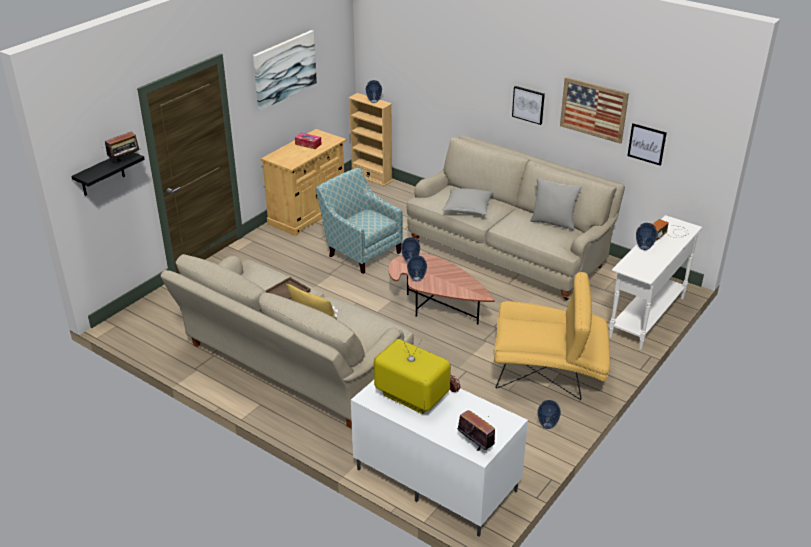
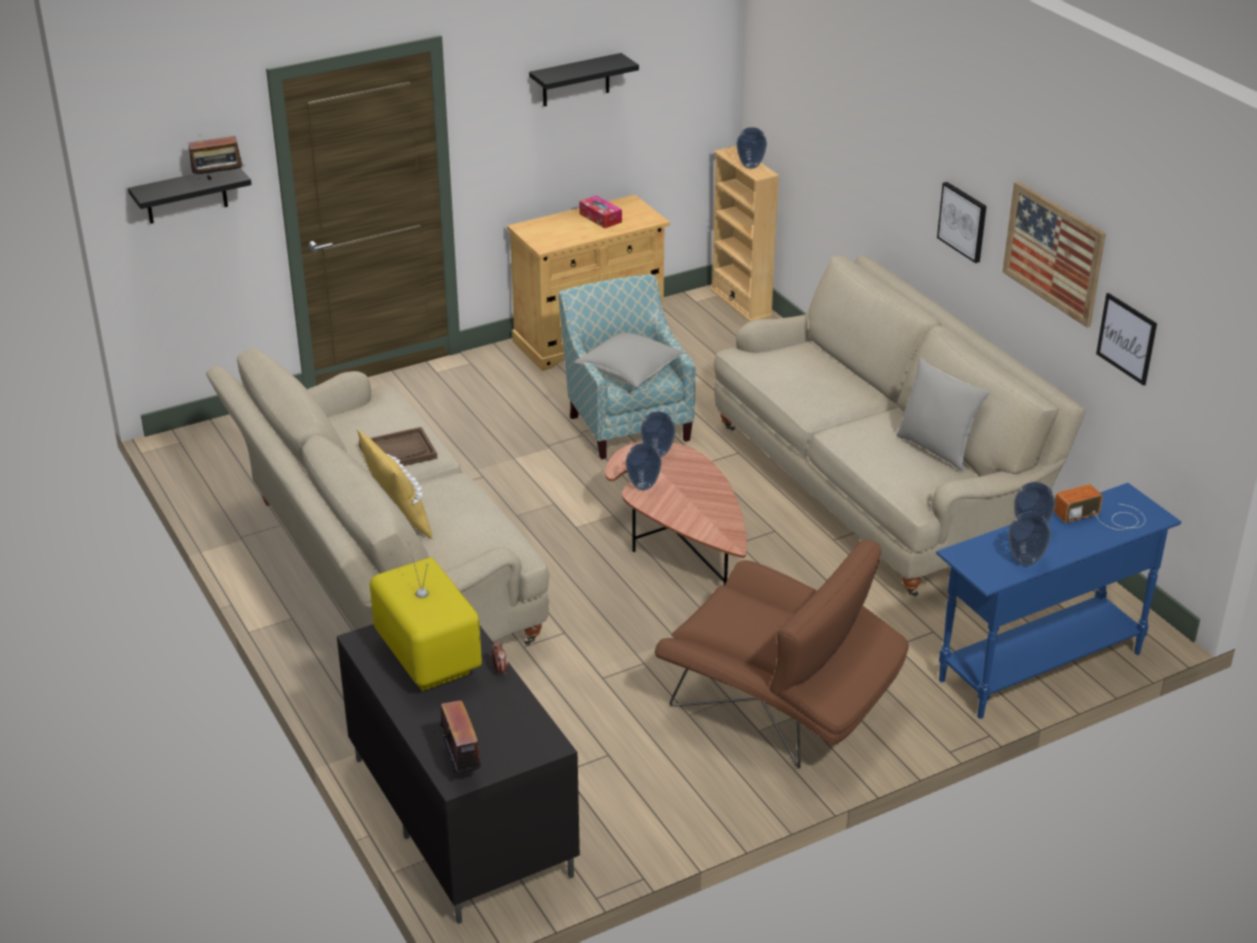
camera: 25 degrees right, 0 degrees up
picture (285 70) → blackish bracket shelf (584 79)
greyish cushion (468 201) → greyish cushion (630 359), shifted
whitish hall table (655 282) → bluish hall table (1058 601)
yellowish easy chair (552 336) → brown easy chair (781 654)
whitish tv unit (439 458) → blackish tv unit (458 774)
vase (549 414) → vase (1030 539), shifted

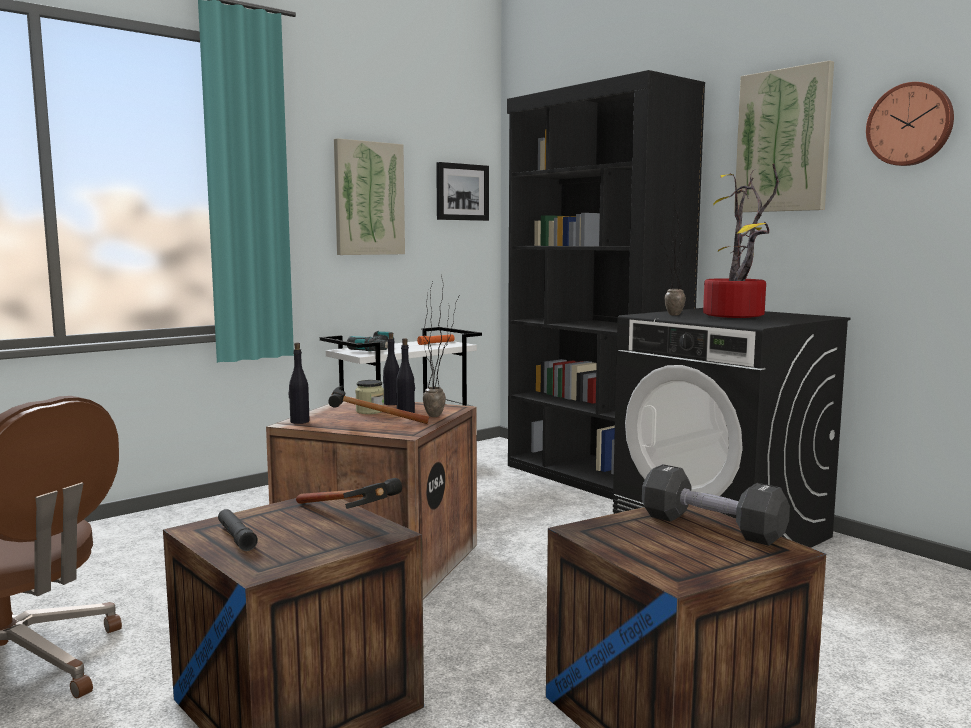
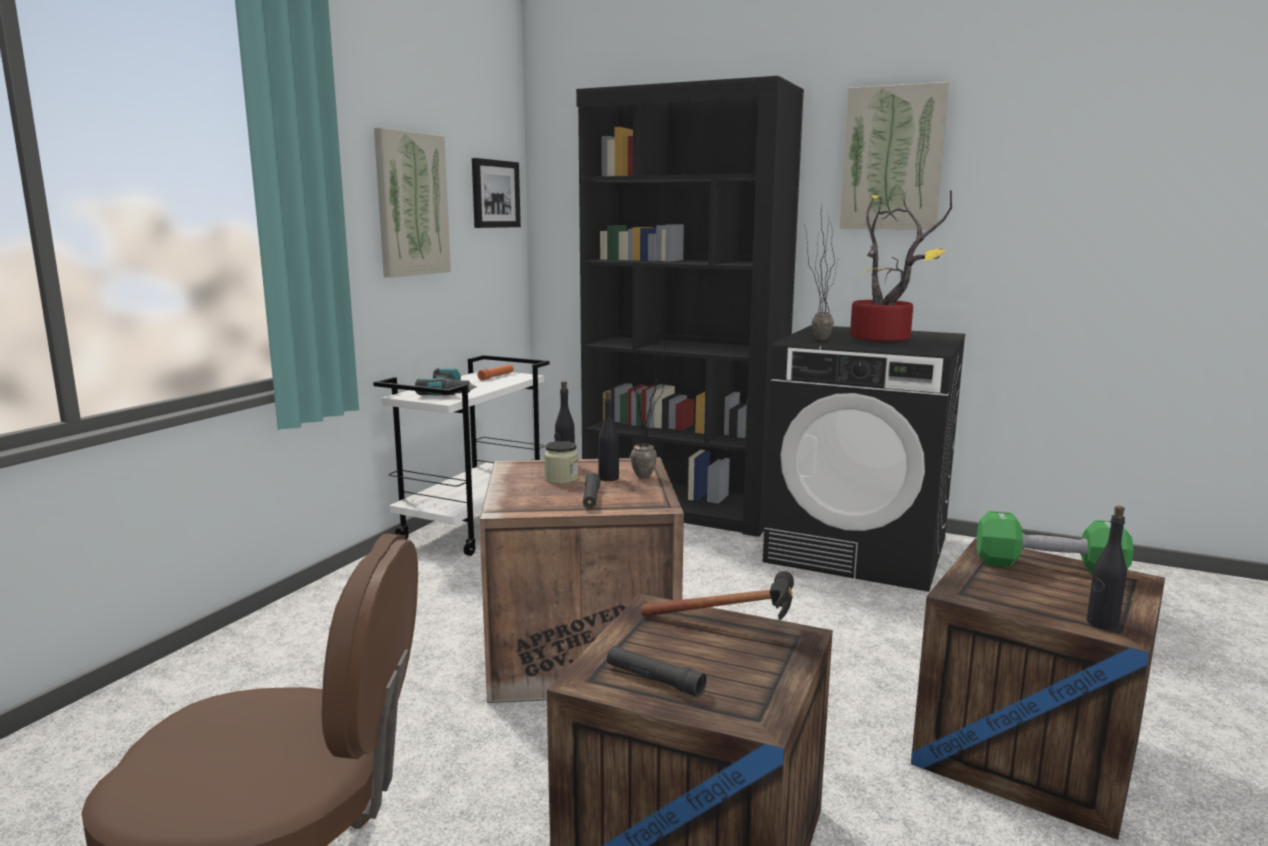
camera: 25 degrees left, 5 degrees up
clock on the wall (910 124) → -
blackish drink bottle (299 383) → blackish drink bottle (1107 568), shifted
hand hammer (378 405) → blackish torch (592 491)
blackish hand weight (716 505) → green hand weight (1055 543)

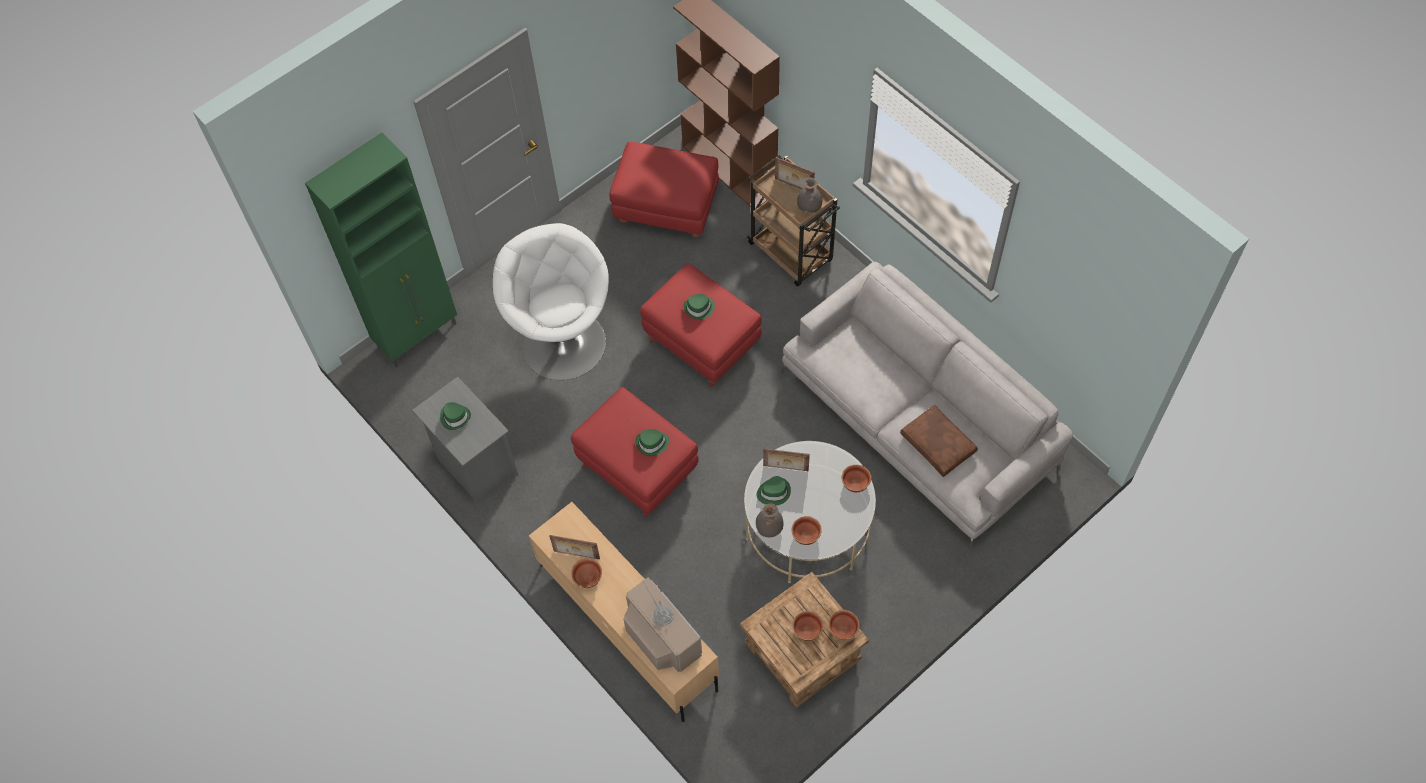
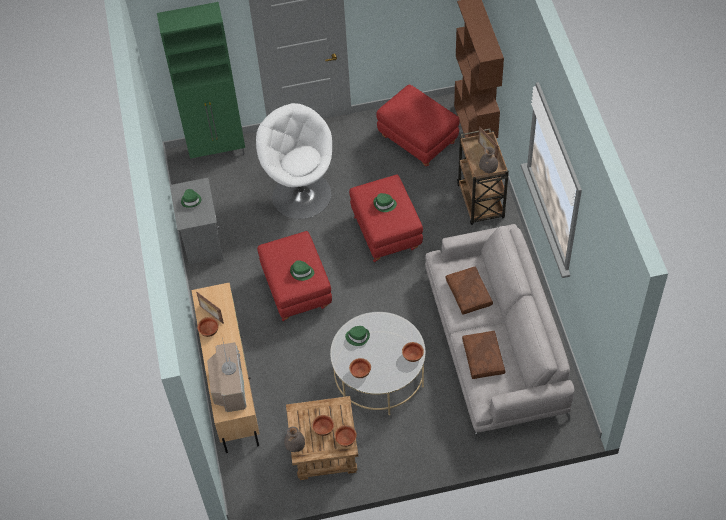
camera: 30 degrees right, 5 degrees down
whitish easy chair (550 301) → whitish easy chair (294 161), 45 degrees counterclockwise
picture frame (786 459) → -
greyish vase (770 520) → greyish vase (294 439), shifted
- → brown cushion (469 290)

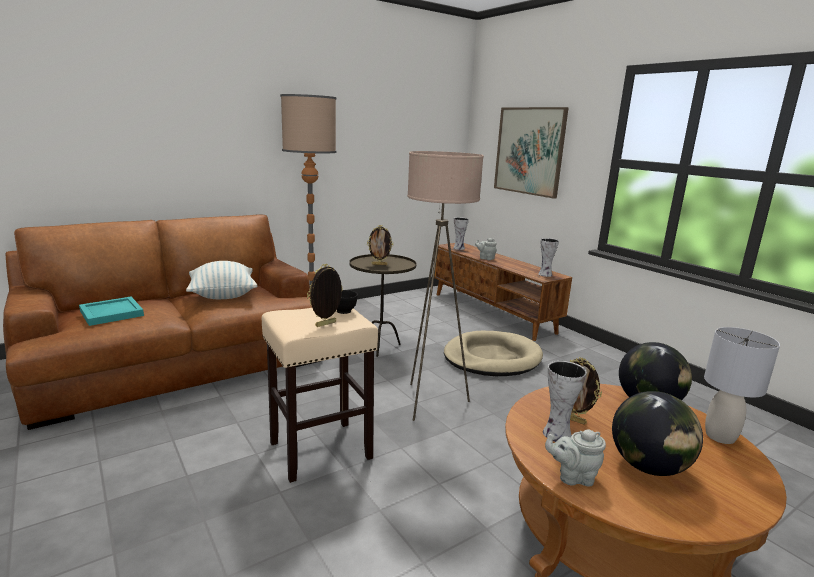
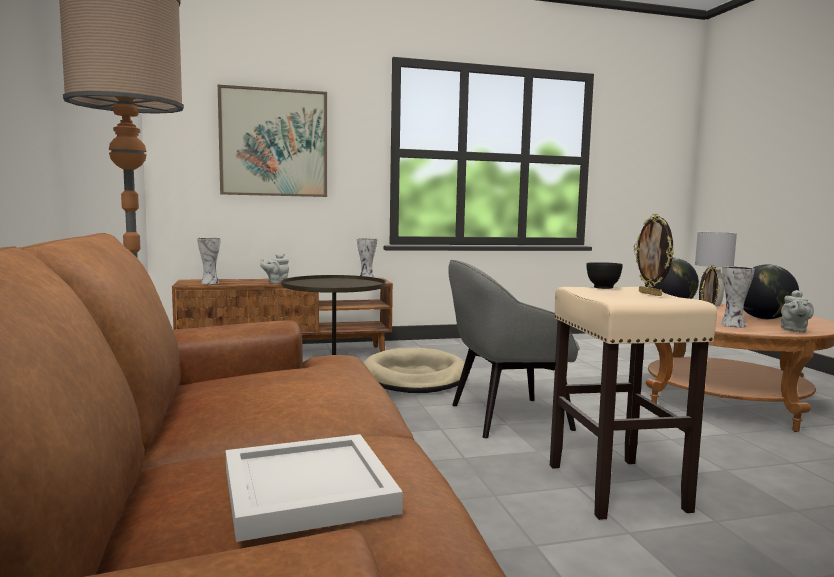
camera: 70 degrees left, 10 degrees down
sand-coloured standing lamp (445 286) → greyish easy chair (514 349)
picture frame (380 245) → -
cushion (221 280) → -
turquoise-coloured carrying tray (111 311) → whitish carrying tray (314 488)

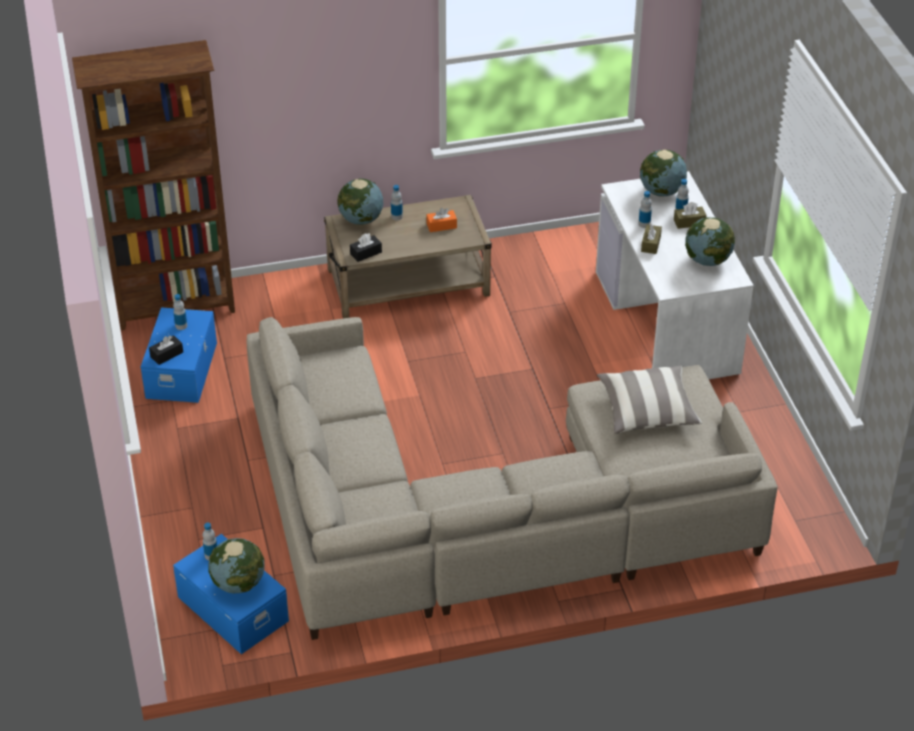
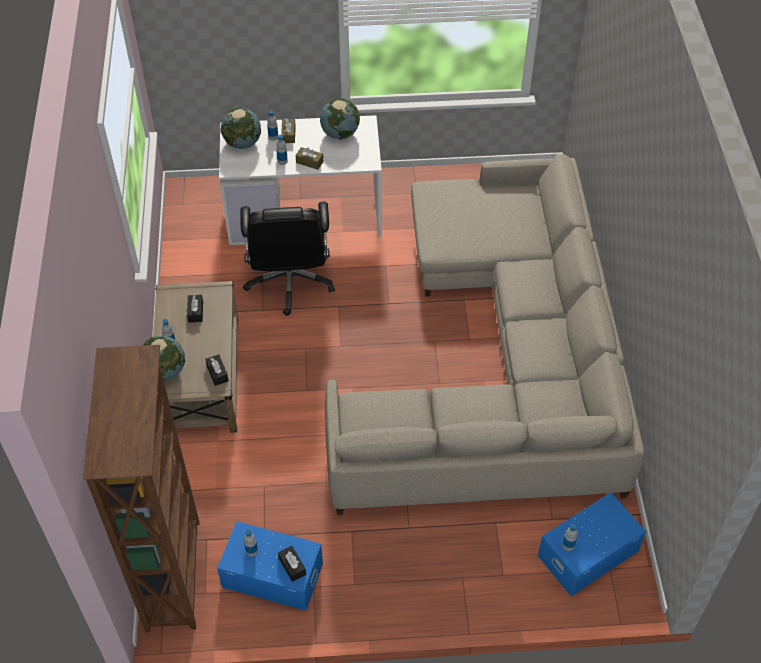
camera: 80 degrees left, 10 degrees up
orangey tissue holder (441 220) → blackish tissue holder (195 309)
cushion (649 400) → -
globe (236 565) → -
- → blackish computer chair (287 259)

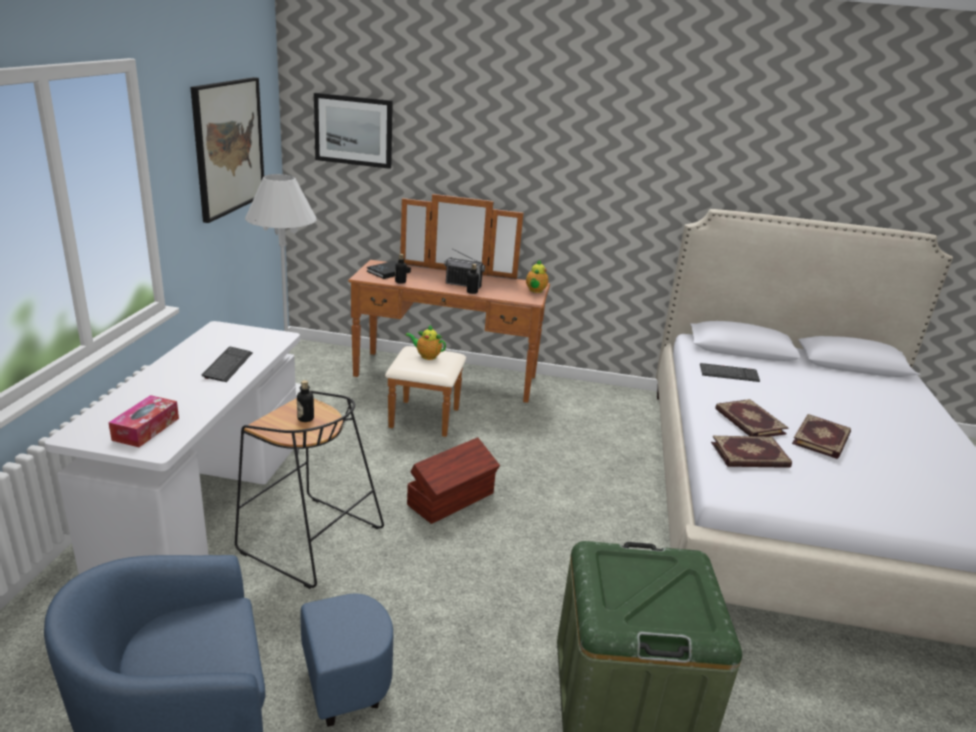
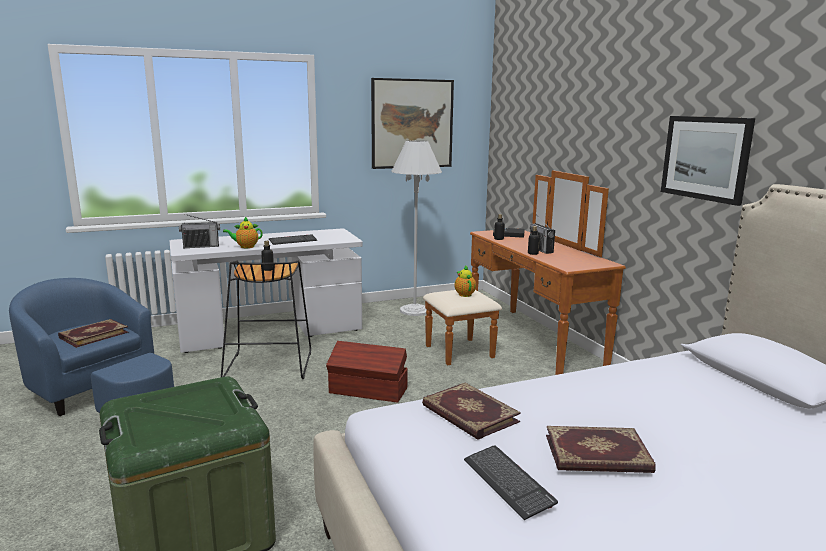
camera: 60 degrees right, 10 degrees down
picture (353 131) → picture (708 161), shifted
pot for tea (537 276) → pot for tea (243 232), shifted
keyboard (730 372) → keyboard (511 482), shifted
tissue holder (143 421) → radio set (199 231)
volume (751 418) → volume (93 333), shifted

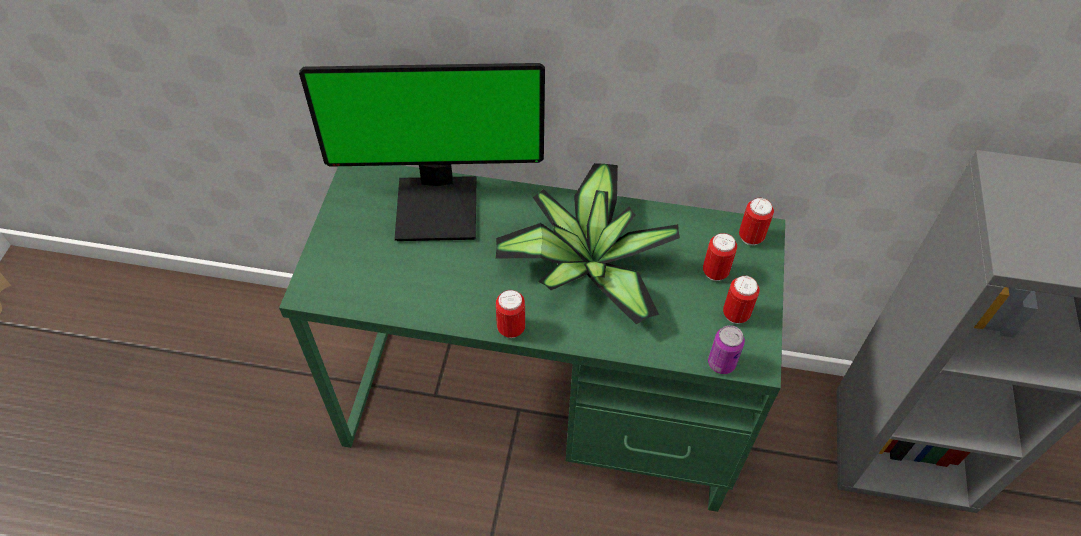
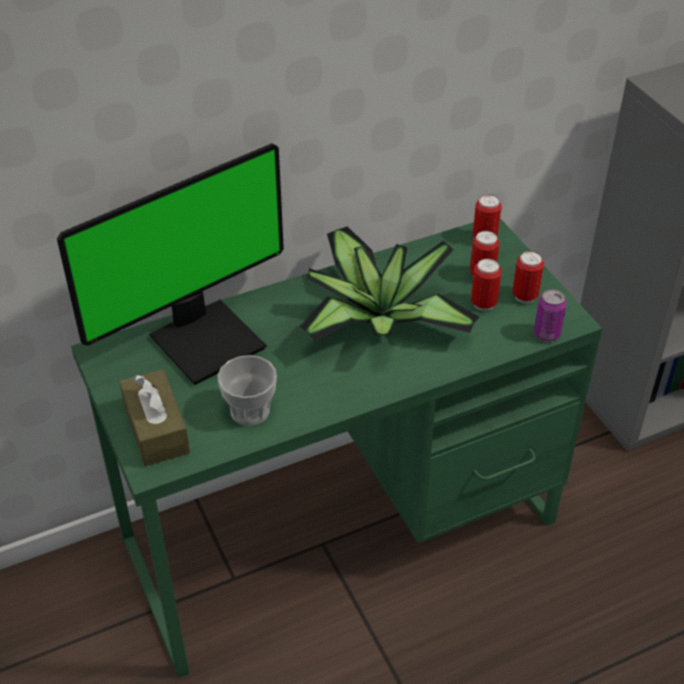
camera: 35 degrees left, 10 degrees down
can (510 314) → can (486 284), shifted
- → small cup (247 390)
- → brown tissue holder (154 417)

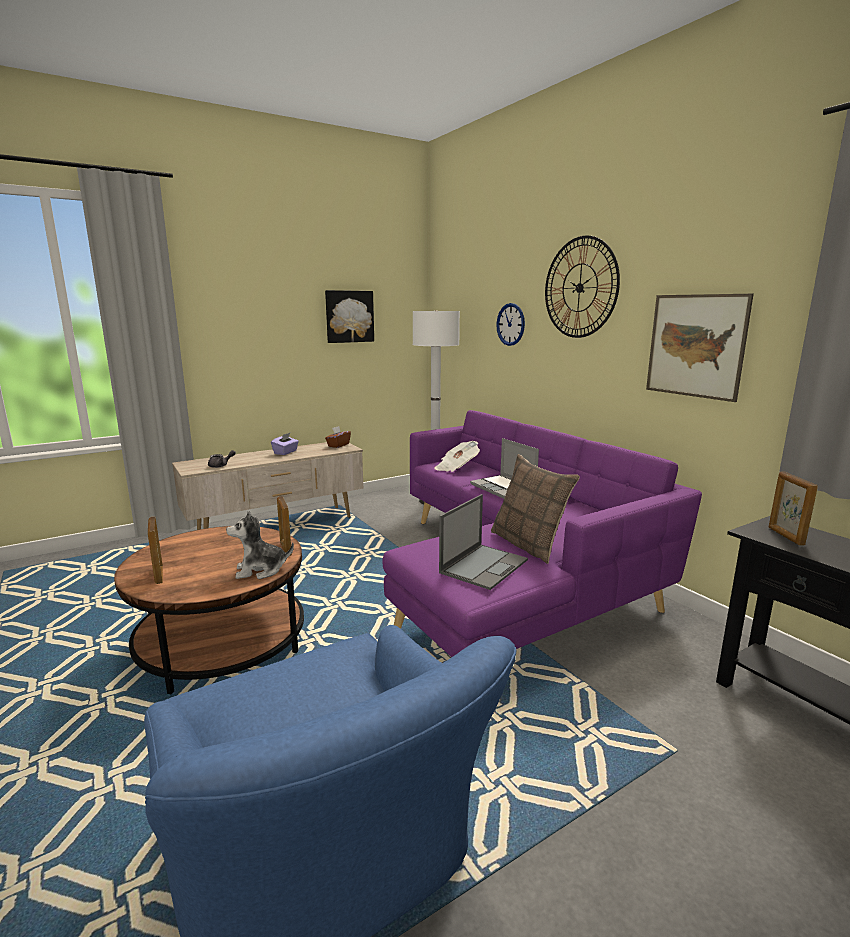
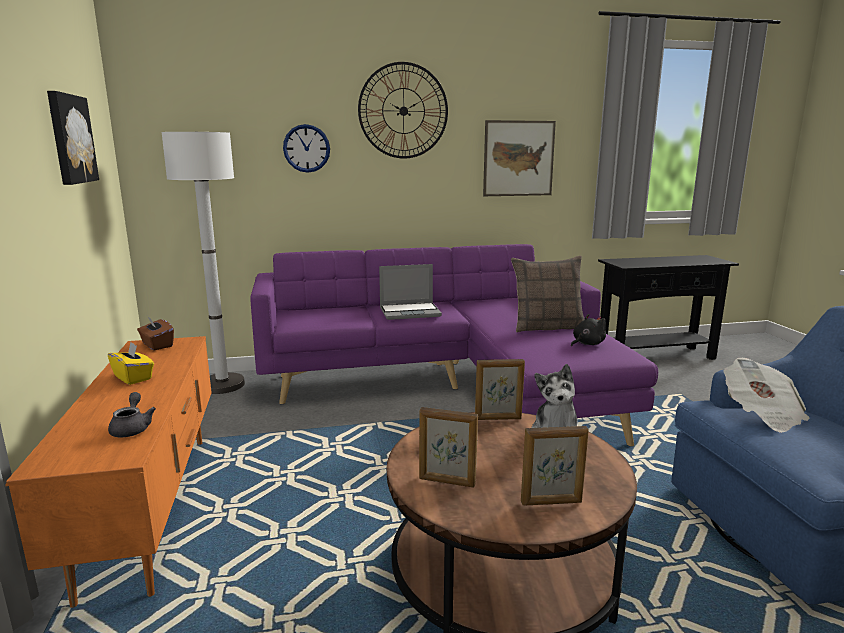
camera: 70 degrees left, 0 degrees up
purple tissue holder (285 444) → yellowish tissue holder (131 363)
newspaper (457 456) → newspaper (766 395), shifted
sand-coloured tv unit (267 486) → orangey tv unit (108 472)
picture frame (793 508) → picture frame (448 447), shifted
portable computer (483 542) → blackish soft toy (588 330)

